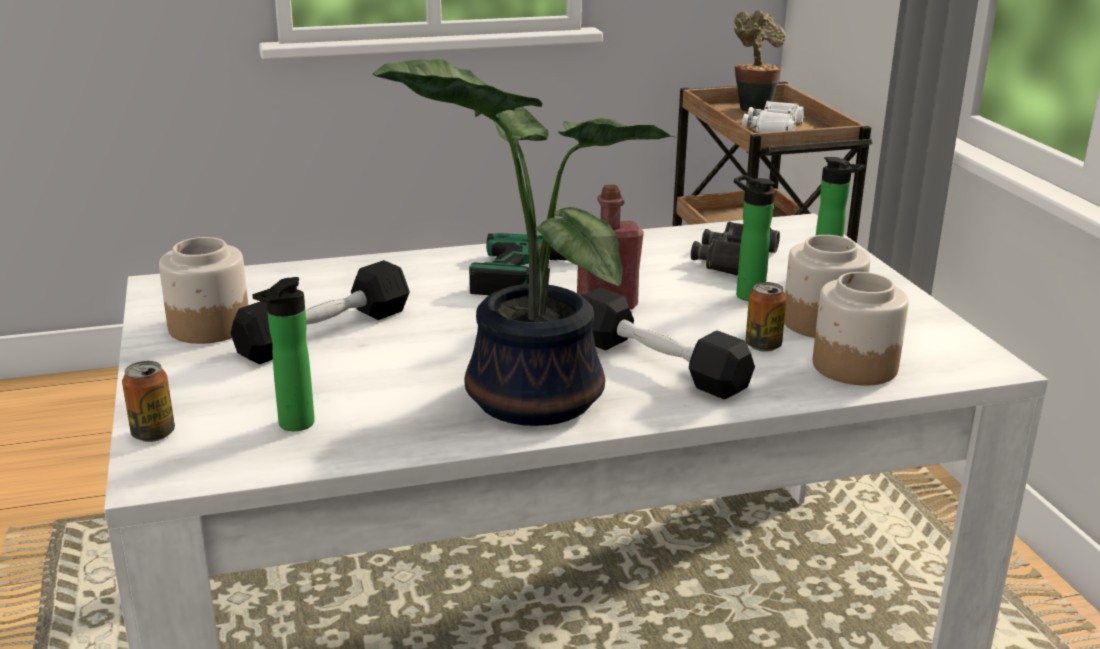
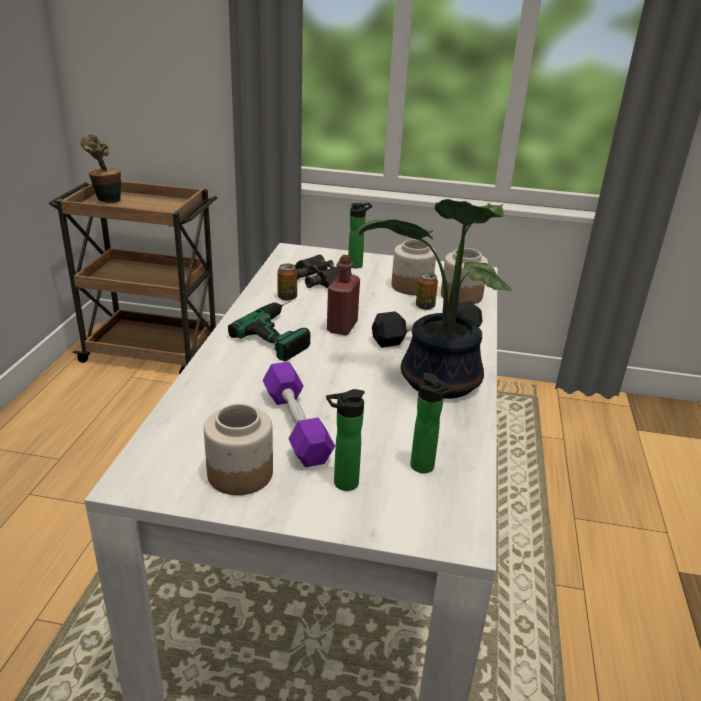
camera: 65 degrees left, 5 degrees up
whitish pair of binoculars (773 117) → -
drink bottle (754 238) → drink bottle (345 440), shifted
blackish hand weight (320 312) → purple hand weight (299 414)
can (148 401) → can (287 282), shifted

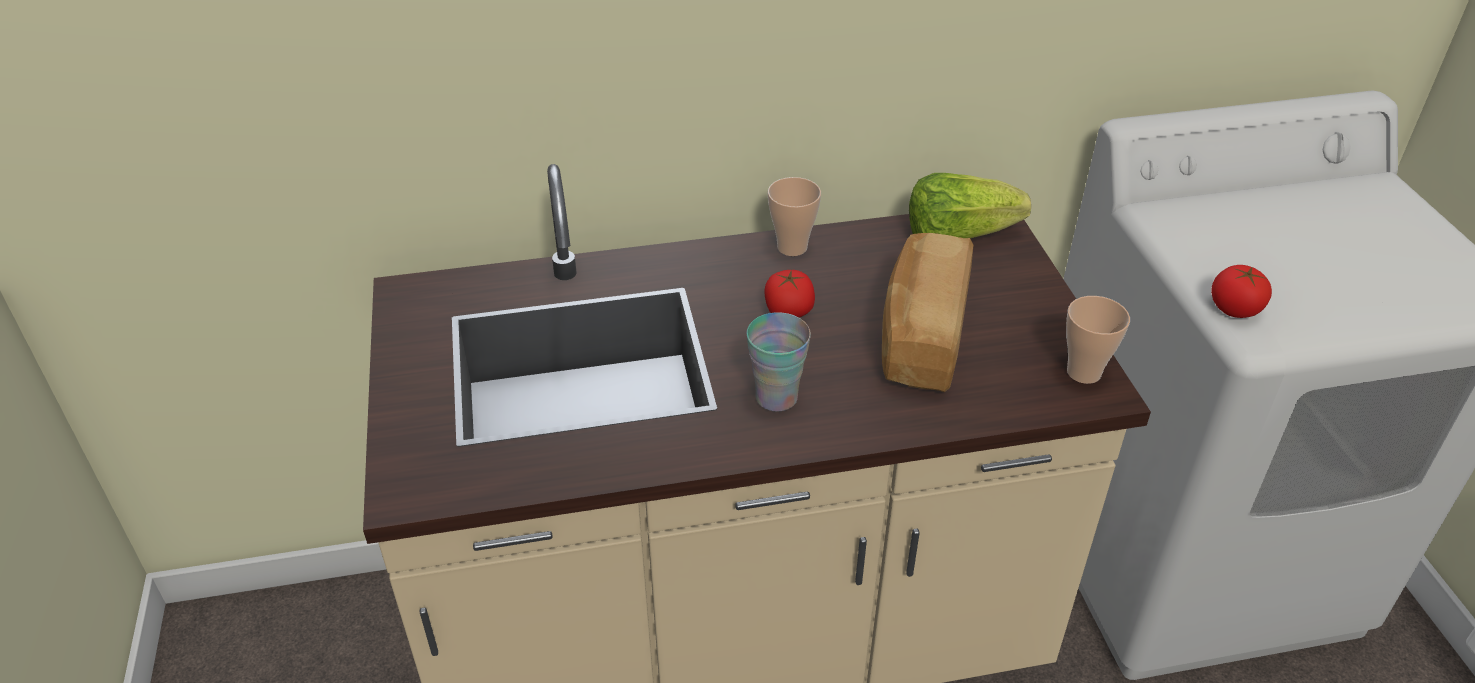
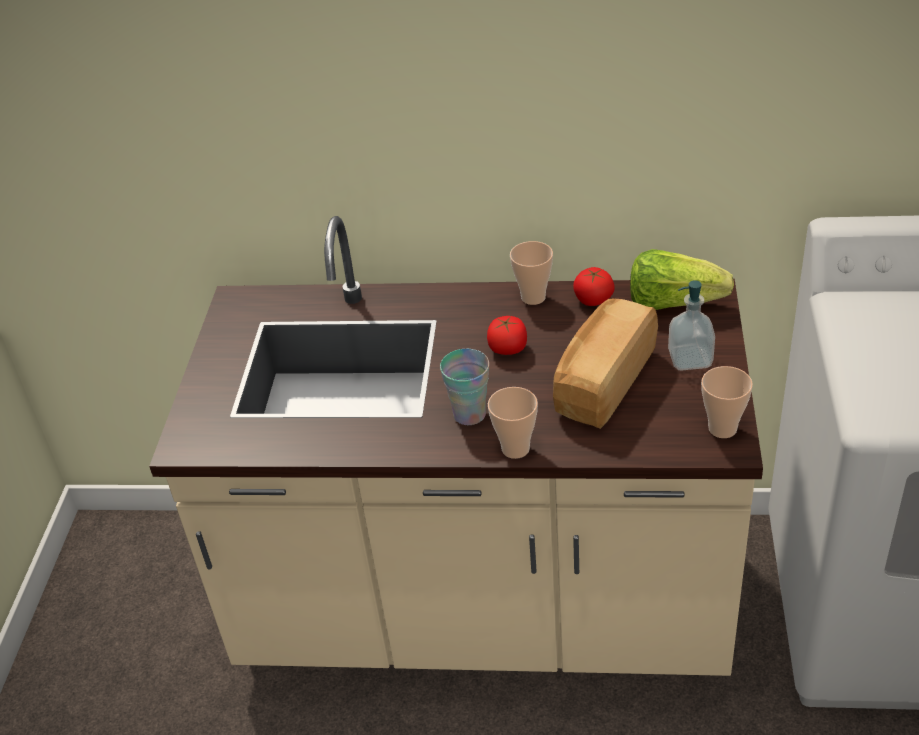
camera: 20 degrees right, 0 degrees up
whole tomato (1241 291) → whole tomato (594 286), shifted
- → soap bottle (691 325)
- → small cup (513 423)

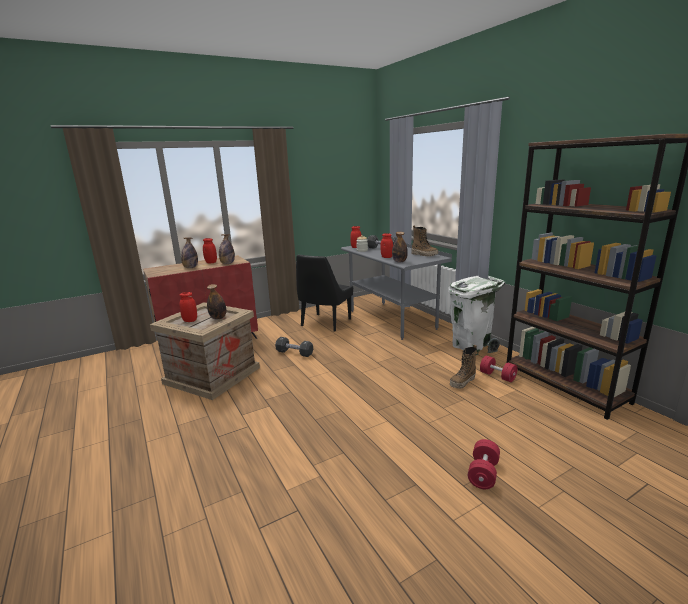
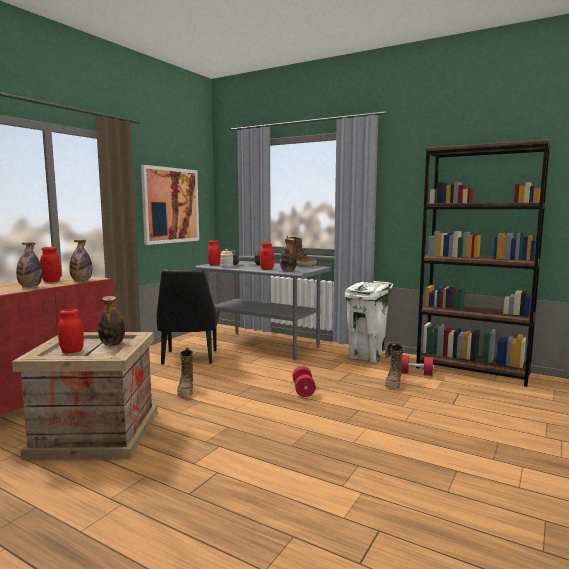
camera: 30 degrees left, 10 degrees down
blackish hand weight (294 347) → boot (185 371)
reddish hand weight (484 464) → reddish hand weight (304 381), shifted
- → picture (170 205)

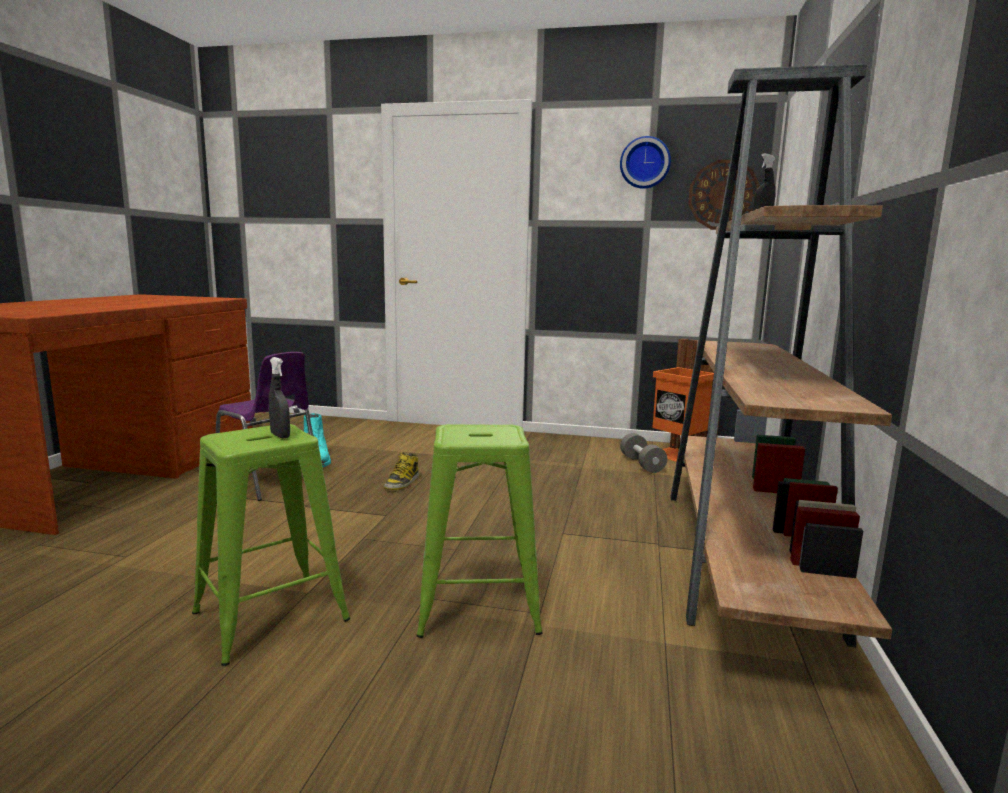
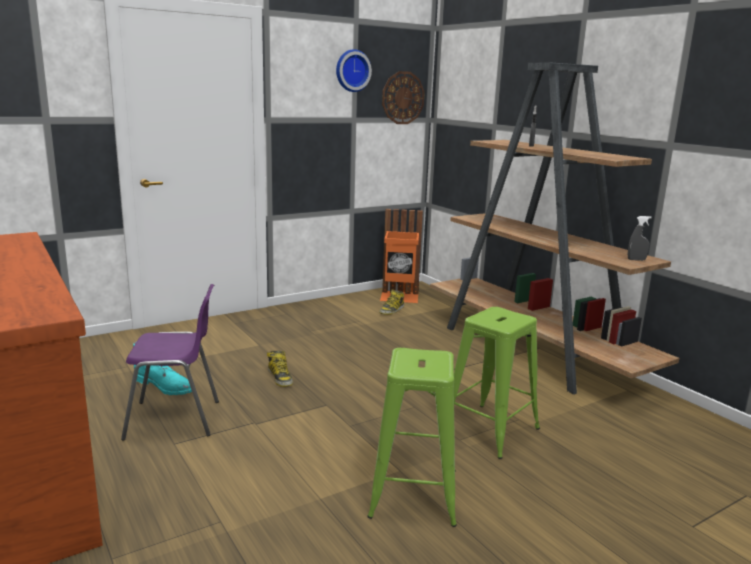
camera: 45 degrees left, 5 degrees up
greyish spray bottle (279 397) → greyish spray bottle (640 238), shifted
greyish hand weight (643 453) → boot (391 302)

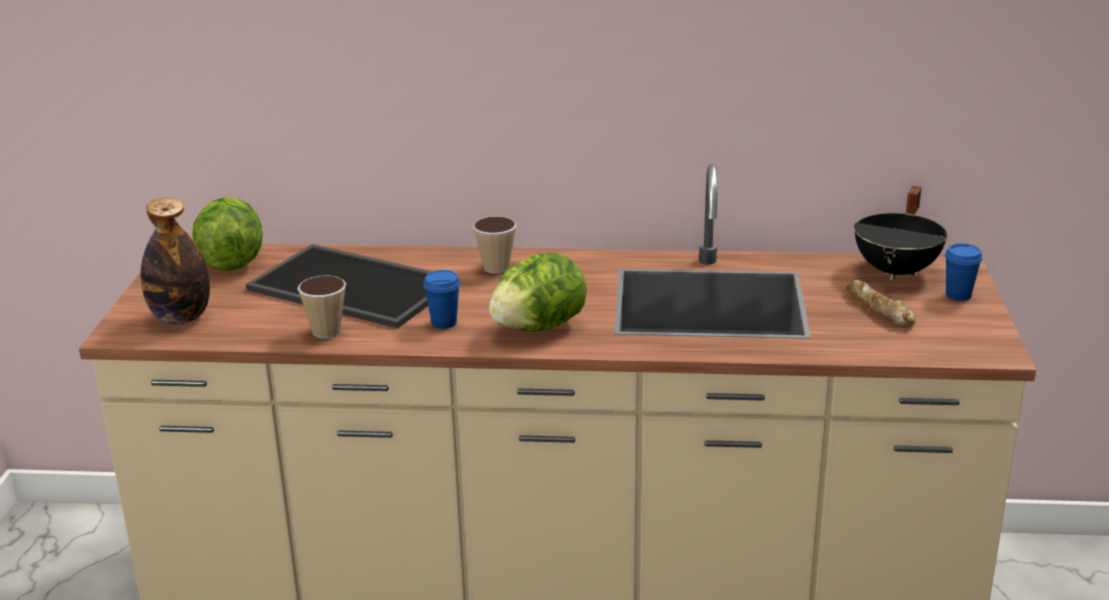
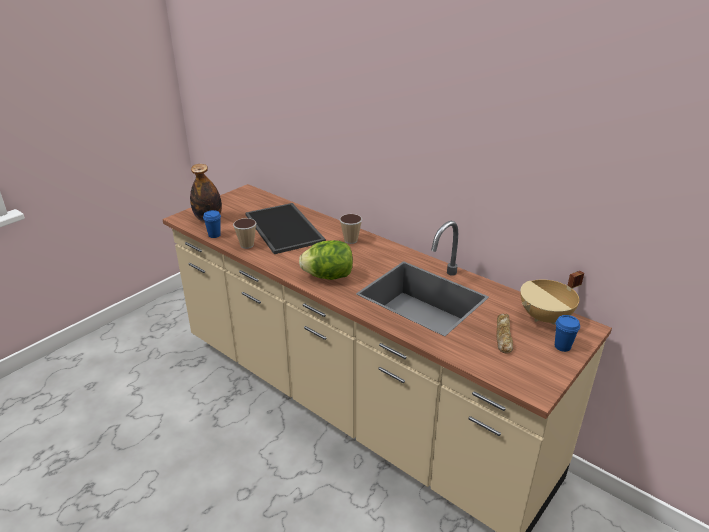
camera: 35 degrees right, 5 degrees up
blackish cooking pot (900 233) → sand-coloured cooking pot (552 298)
lettuce (227 234) → -
bluish small cup (442 299) → bluish small cup (212 224), shifted

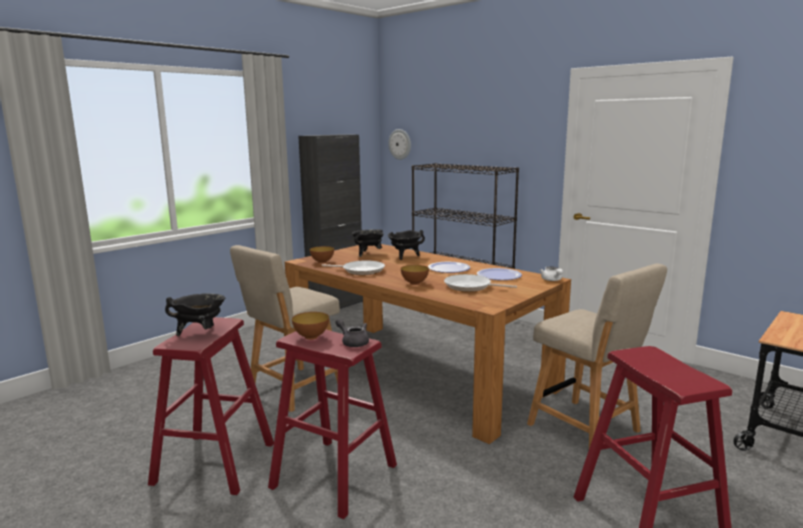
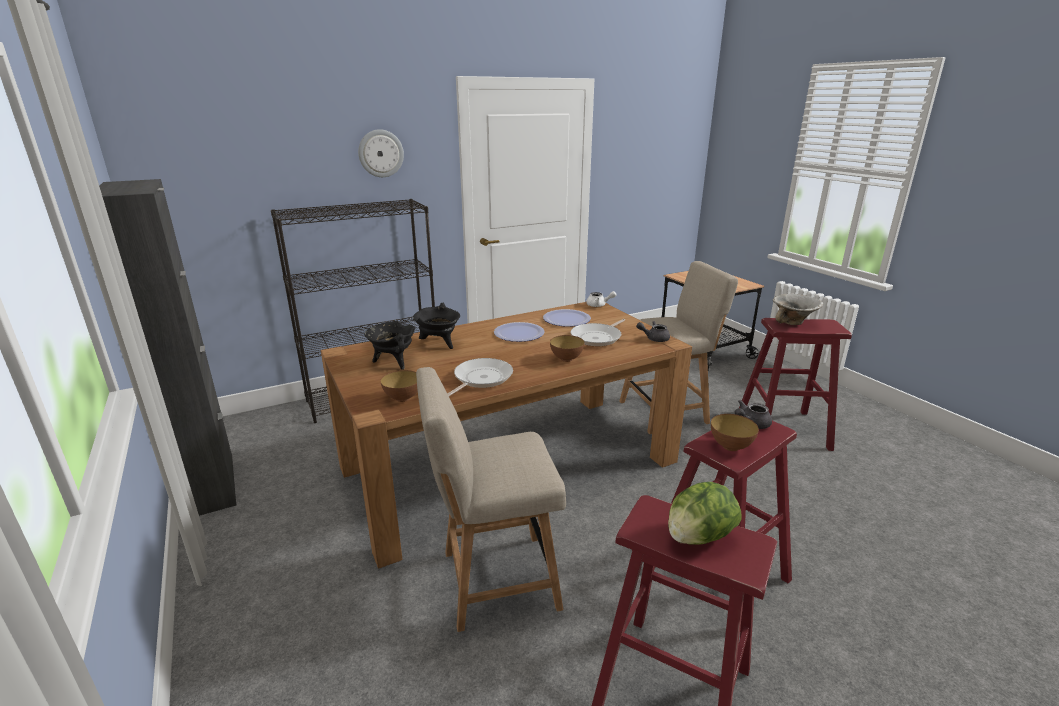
camera: 70 degrees left, 10 degrees up
clock on the wall (399 144) → clock on the wall (381 153), shifted
sand-coloured plain chair (285 328) → sand-coloured plain chair (491 499), 105 degrees clockwise
blackish cooking pot (195 314) → lettuce (705 513)
- → serving bowl (797 309)
- → greyish pot for tea (653 331)

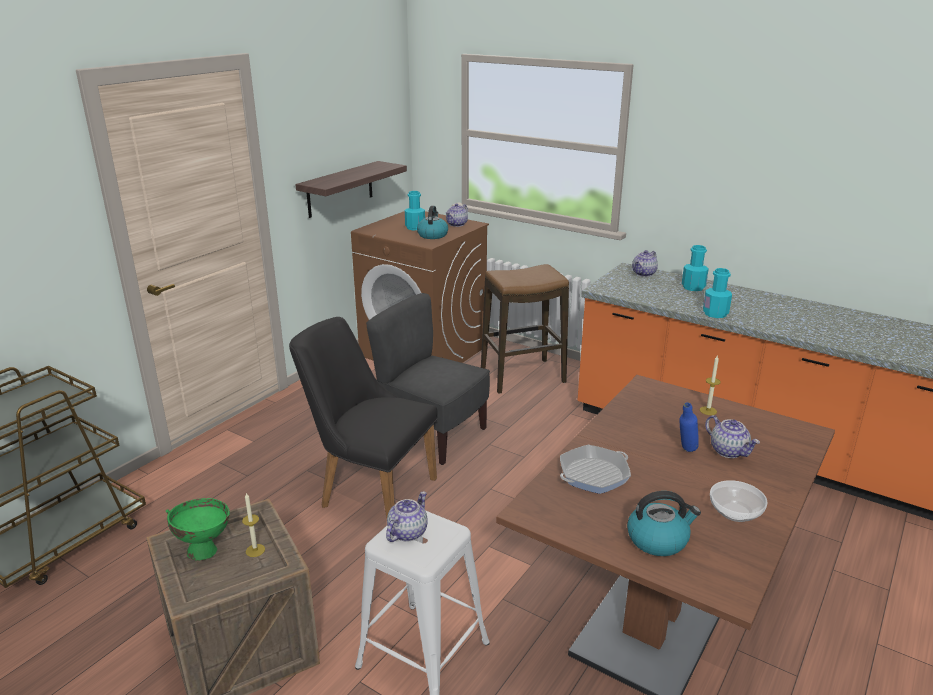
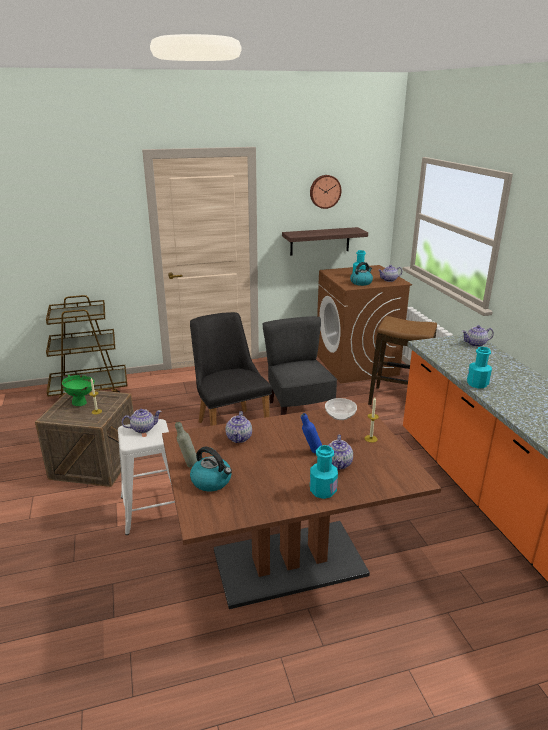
camera: 40 degrees right, 0 degrees up
turquoise-coloured drink bottle (695 268) → turquoise-coloured drink bottle (324 472), shifted
frying pan (595 469) → pot for tea (239 427)
serving bowl (739 501) → serving bowl (341 409), shifted
- → clock on the wall (326 192)
- → greyish drink bottle (186 444)

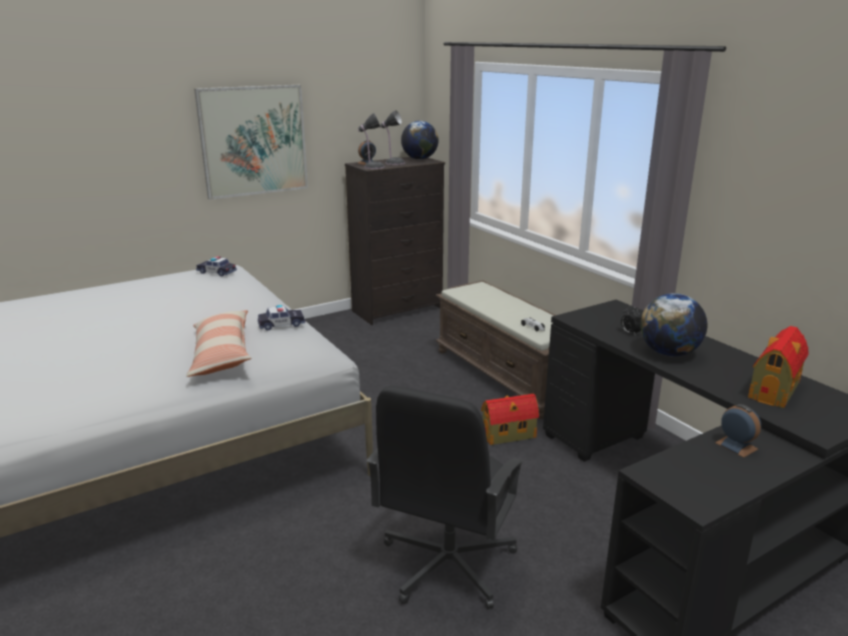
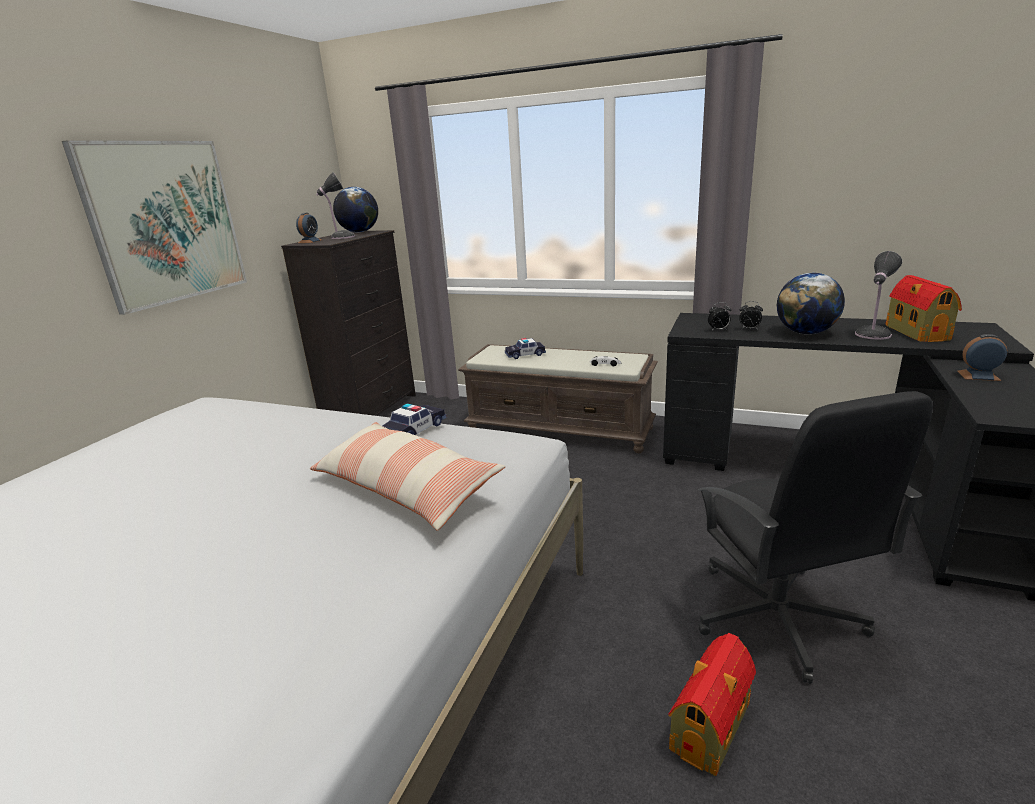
camera: 35 degrees left, 0 degrees up
table lamp (371 141) → table lamp (878 295), shifted
model car (216 266) → model car (525 348), shifted
toy house (510 419) → toy house (712 704), shifted
- → alarm clock (719 316)

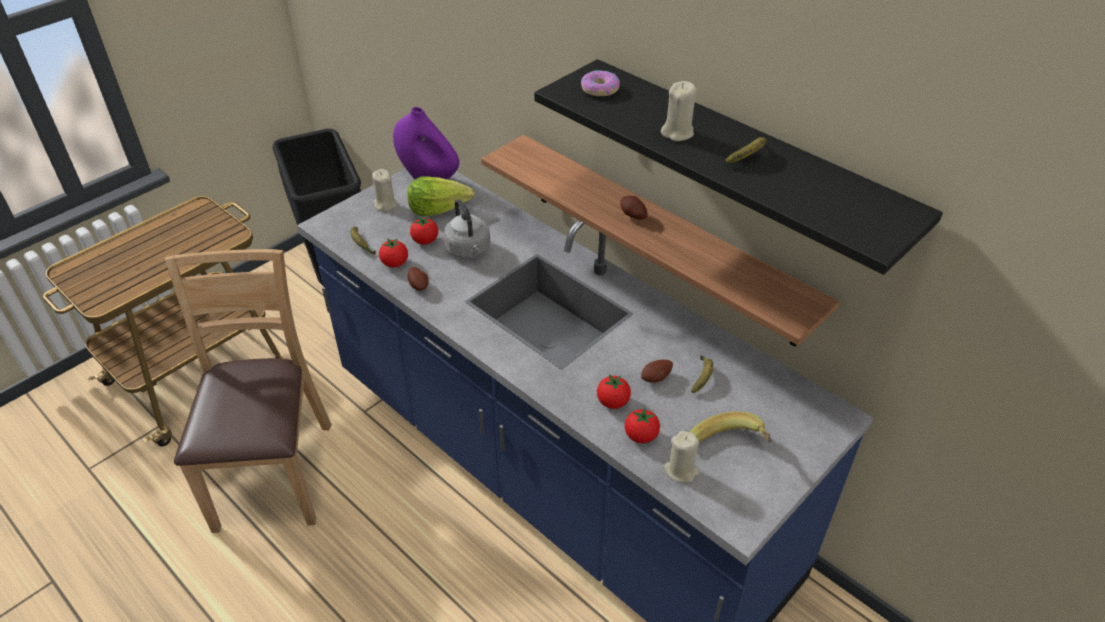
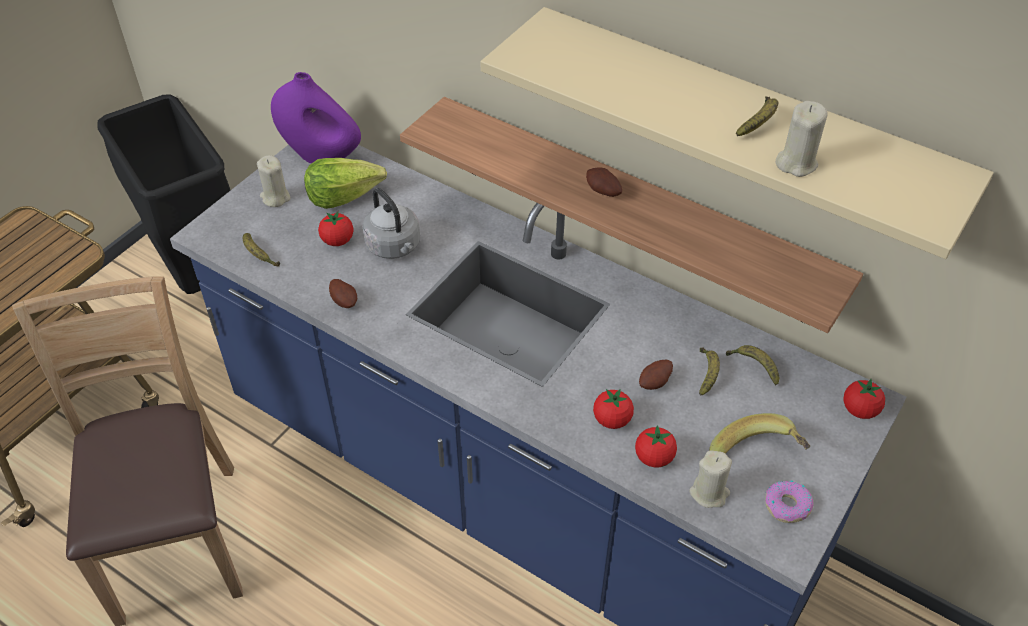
camera: 10 degrees left, 5 degrees up
blackish bracket shelf (738 167) → sand-coloured bracket shelf (737 133)
doughnut (600 83) → doughnut (789 501), shifted
sand-coloured wax candle (679 111) → sand-coloured wax candle (802 139), shifted
whole tomato (393 253) → whole tomato (864 399), shifted
- → banana fruit (752 365)

